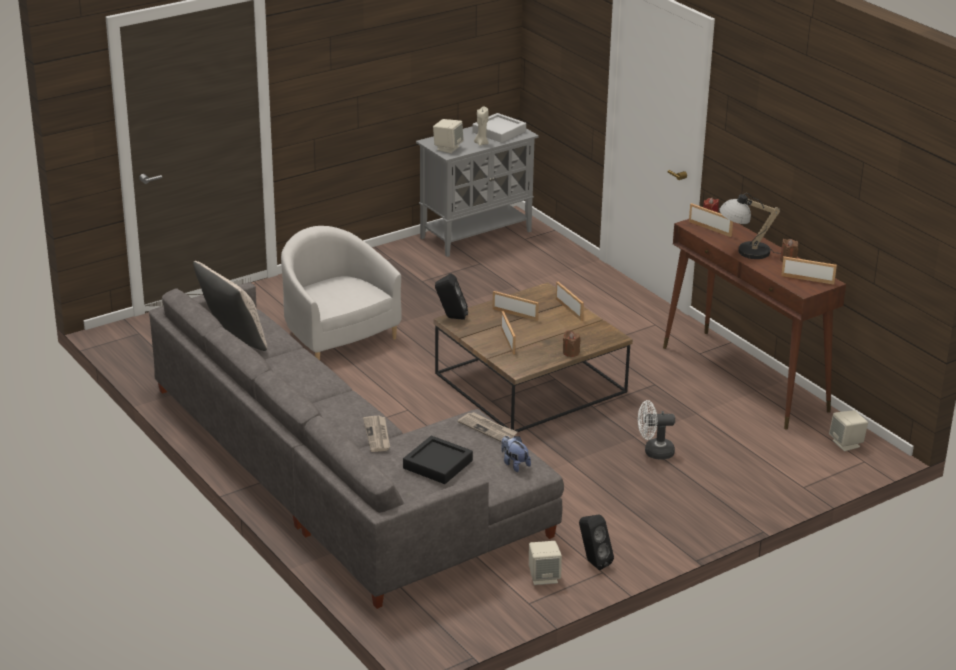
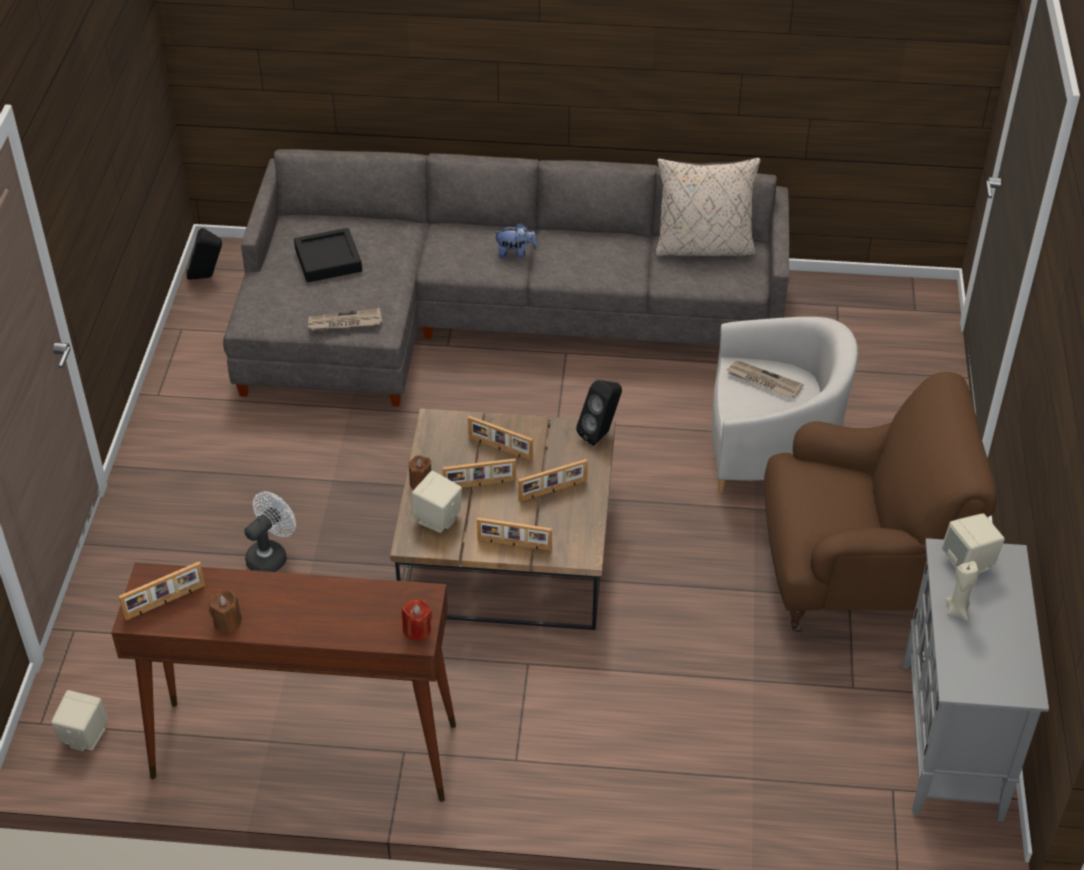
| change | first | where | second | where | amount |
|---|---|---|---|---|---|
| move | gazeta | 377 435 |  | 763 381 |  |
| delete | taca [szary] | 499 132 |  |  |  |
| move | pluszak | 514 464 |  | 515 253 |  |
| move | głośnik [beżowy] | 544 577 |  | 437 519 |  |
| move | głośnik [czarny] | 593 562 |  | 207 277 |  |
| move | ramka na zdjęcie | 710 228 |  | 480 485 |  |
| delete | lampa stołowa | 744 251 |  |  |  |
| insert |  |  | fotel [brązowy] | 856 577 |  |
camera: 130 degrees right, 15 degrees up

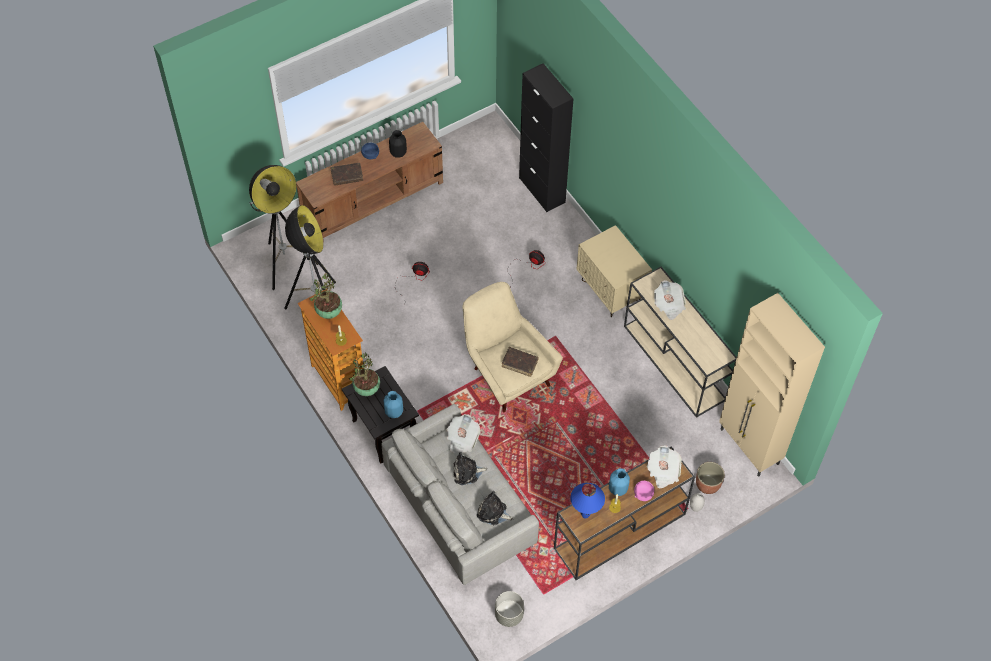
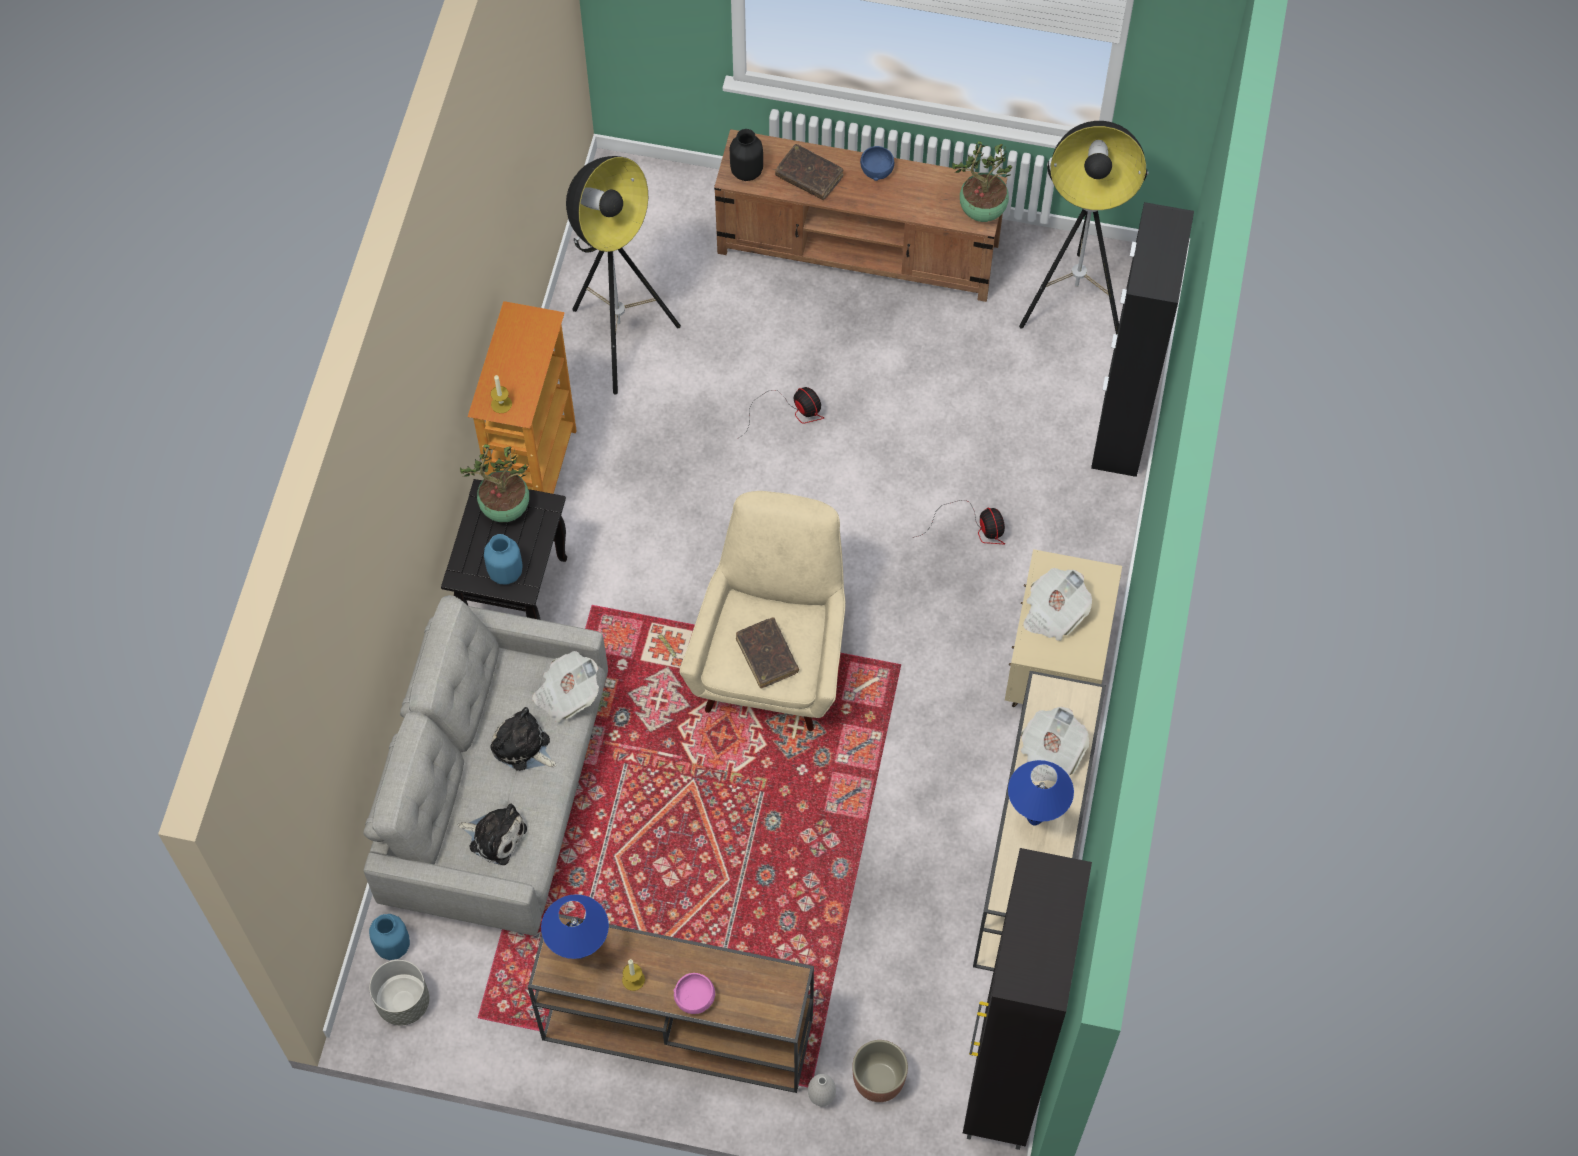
| change | first | where | second | where | amount |
|---|---|---|---|---|---|
| move | lampa stojąca | 286 264 |  | 1073 304 |  |
| move | roślina doniczkowa | 328 313 |  | 981 211 |  |
| move | wazon [czarny] | 398 153 |  | 746 171 |  |
| rotate | pluszak | 493 513 |  | 495 836 | 135 degrees clockwise |
| move | wazon [niebieski] | 618 488 |  | 393 945 |  |
| move | gazeta | 663 472 |  | 1053 613 |  |
| recolor | szafka [beżowy] | 749 447 | szafka [czarny] | 1002 1084 |  |
| insert |  |  | lampa stołowa [niebieski] | 1034 819 |  |
camera: 45 degrees right, 5 degrees up

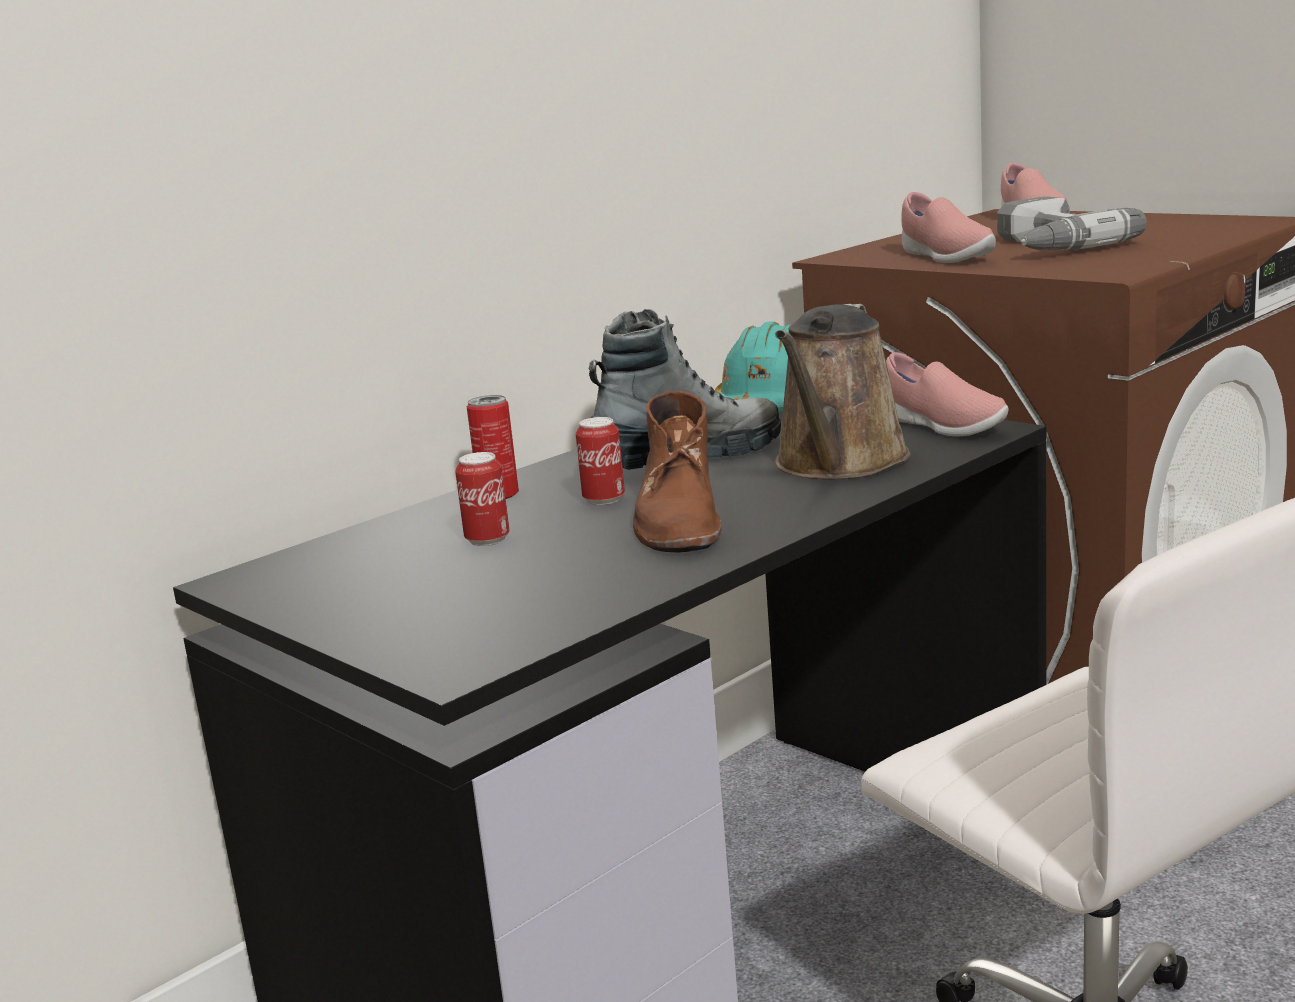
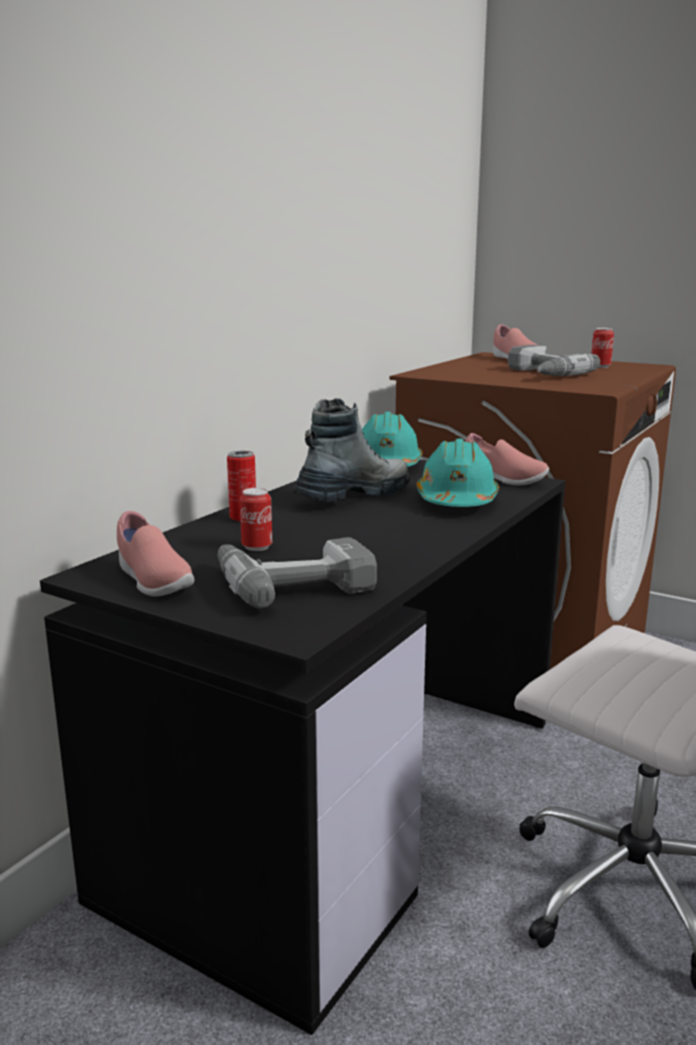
| change | first | where | second | where | amount |
|---|---|---|---|---|---|
| move | puszka | 604 500 |  | 600 366 |  |
| delete | but z cholewką [brązowy] | 679 519 |  |  |  |
| replace | konewka [brązowy] | 838 464 | kask [turkusowy] | 456 501 |  |
| move | but [różowy] | 944 257 |  | 152 581 |  |
| insert |  |  | wiertarka | 291 581 |  |
camera: 15 degrees left, 0 degrees up

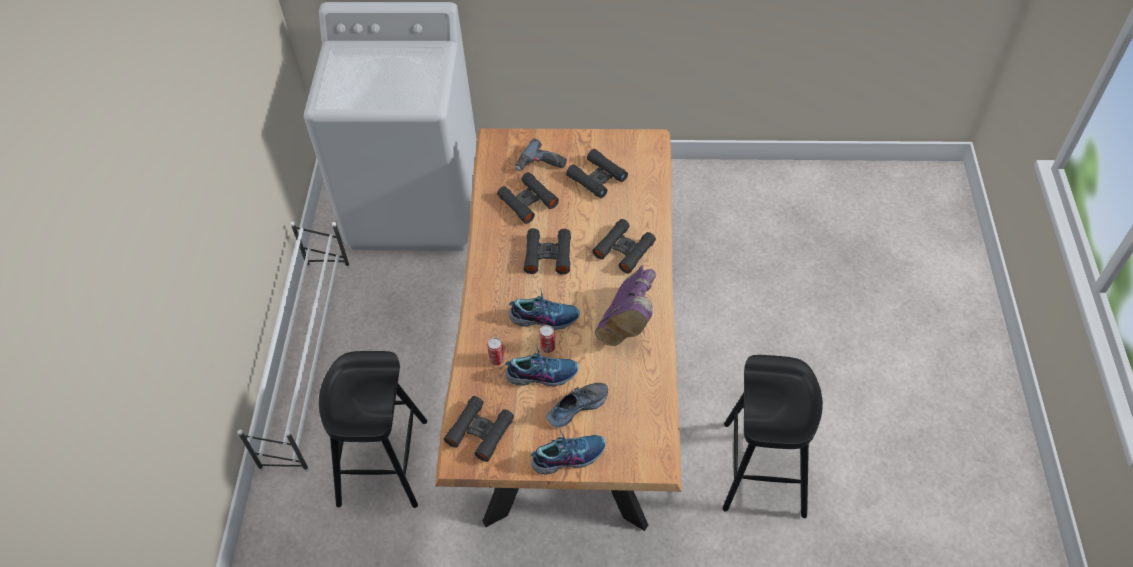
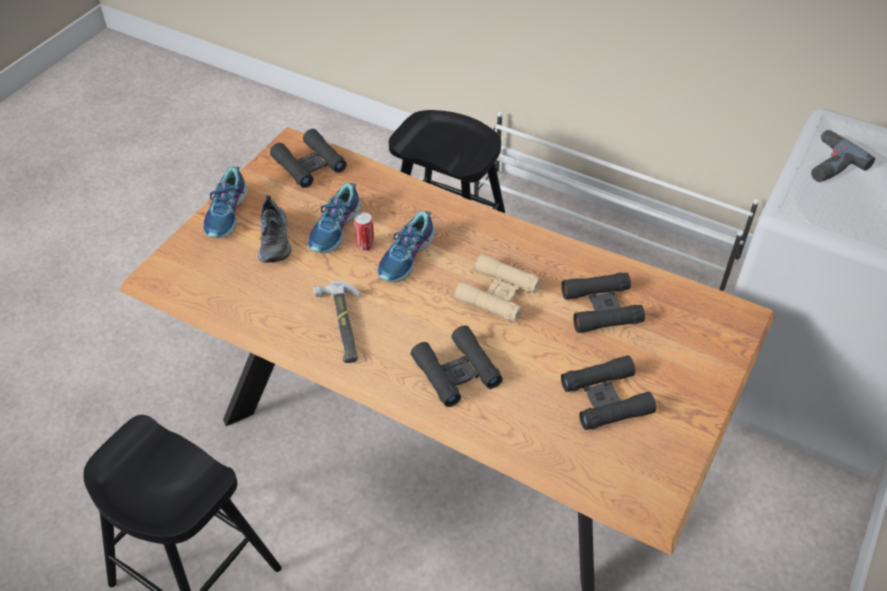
| change | first | where | second | where | amount |
|---|---|---|---|---|---|
| delete | puszka | 497 360 |  |  |  |
| move | wiertarka | 541 165 |  | 827 163 |  |
| recolor | lornetka [czarny] | 548 255 | lornetka [beżowy] | 497 294 |  |
| replace | but z cholewką [fioletowy] | 627 324 | młotek | 342 325 |  |
camera: 115 degrees right, 5 degrees down

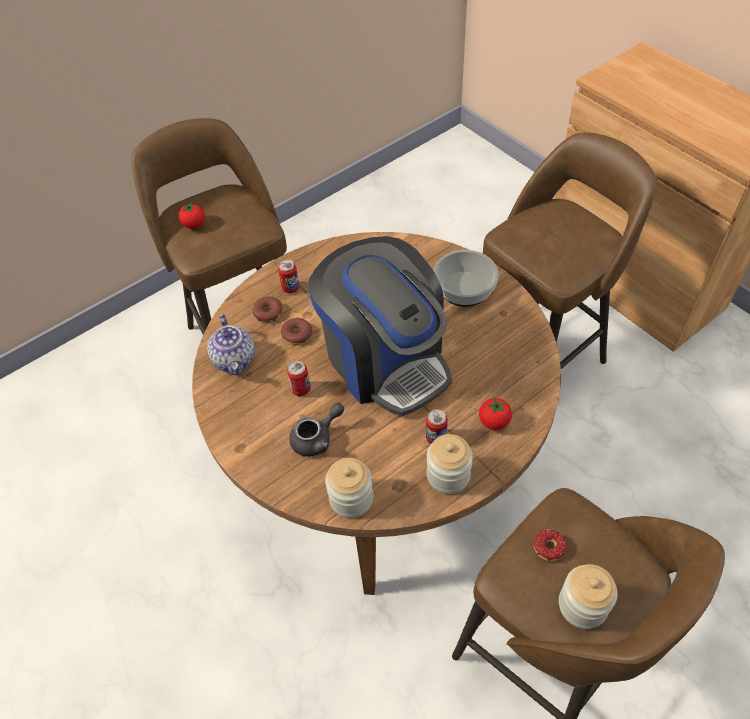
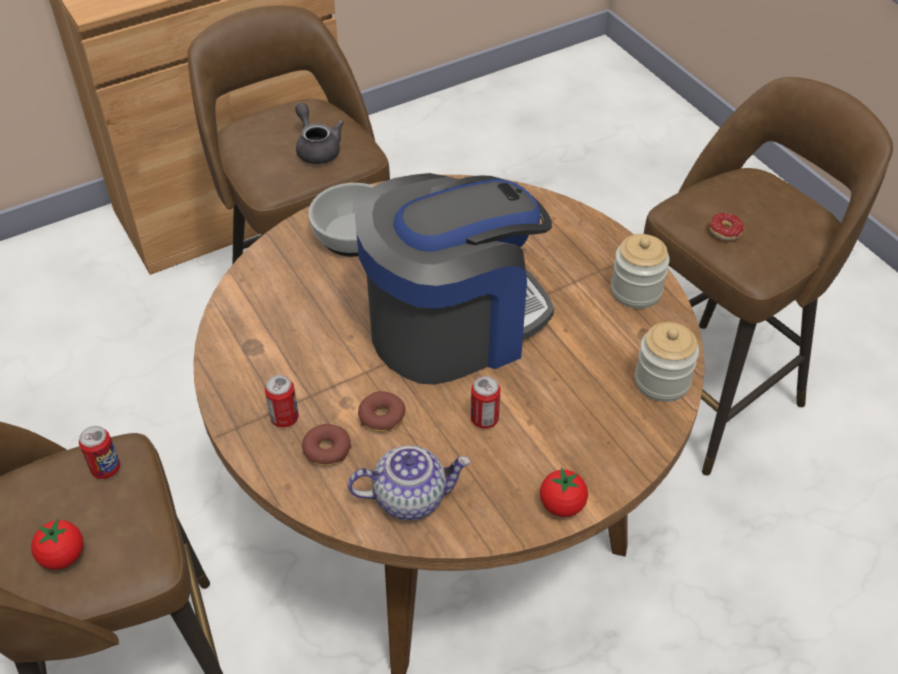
| change | first | where | second | where | amount |
|---|---|---|---|---|---|
| move | imbryk [szary] | 317 438 |  | 317 148 |  |
| move | puszka | 436 438 |  | 106 469 |  |
| move | pomidor | 494 421 |  | 562 505 |  |
| delete | słoik | 582 605 |  |  |  |
camera: 85 degrees left, 5 degrees down

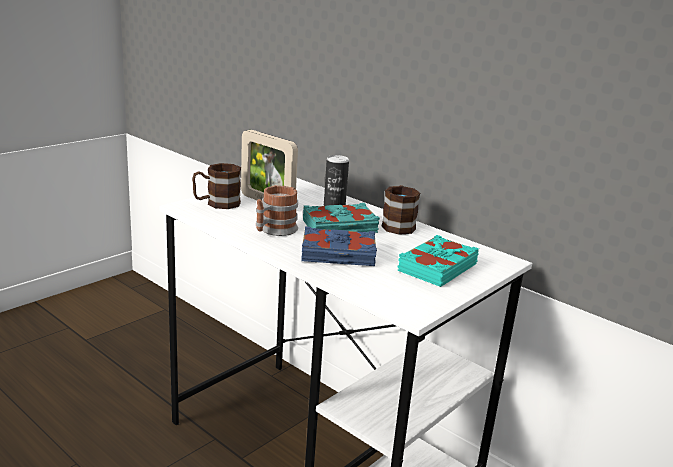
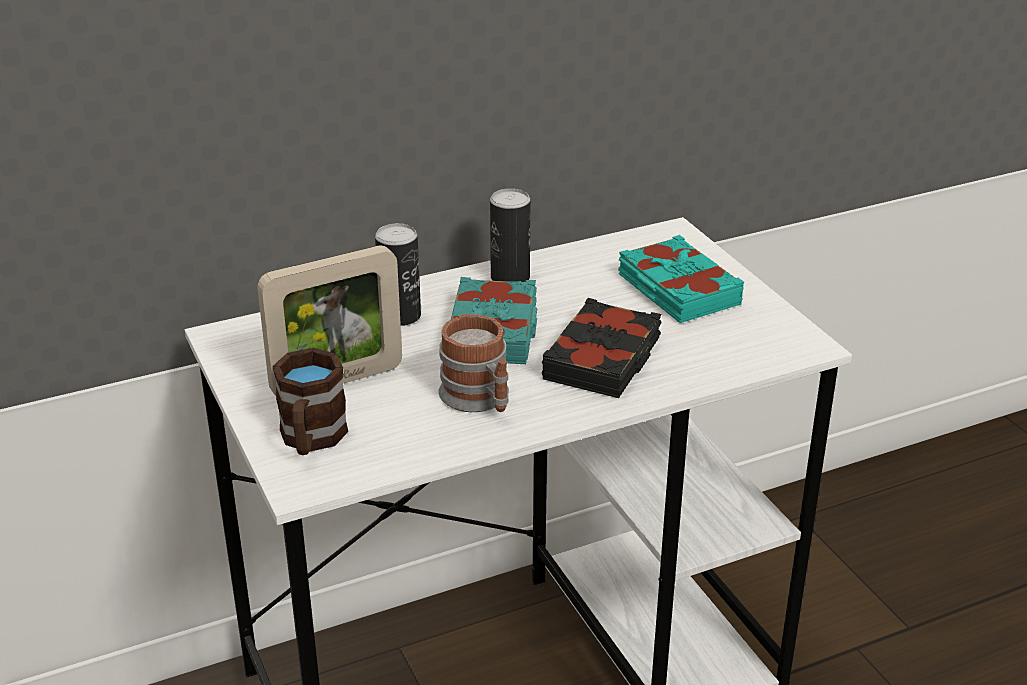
| change | first | where | second | where | amount |
|---|---|---|---|---|---|
| recolor | książka [niebieski] | 338 254 | książka [czarny] | 604 359 |  |
| replace | kubek [brązowy] | 398 225 | puszka | 510 278 |  |
camera: 65 degrees left, 10 degrees up

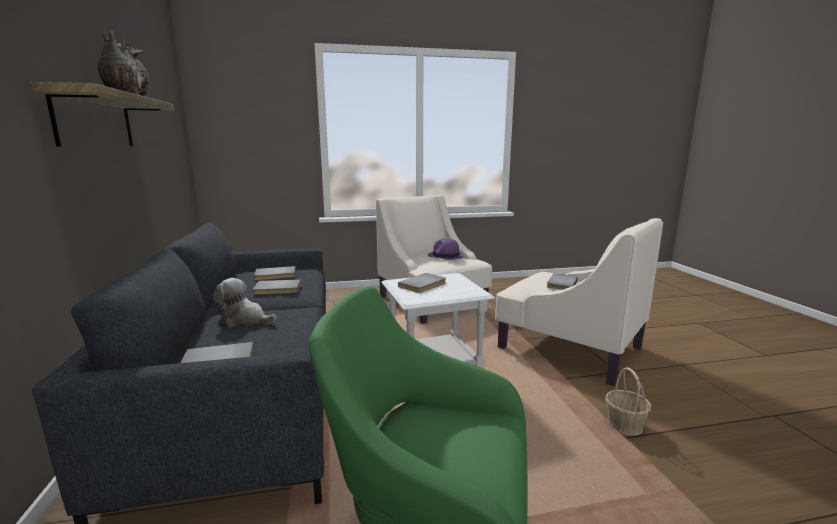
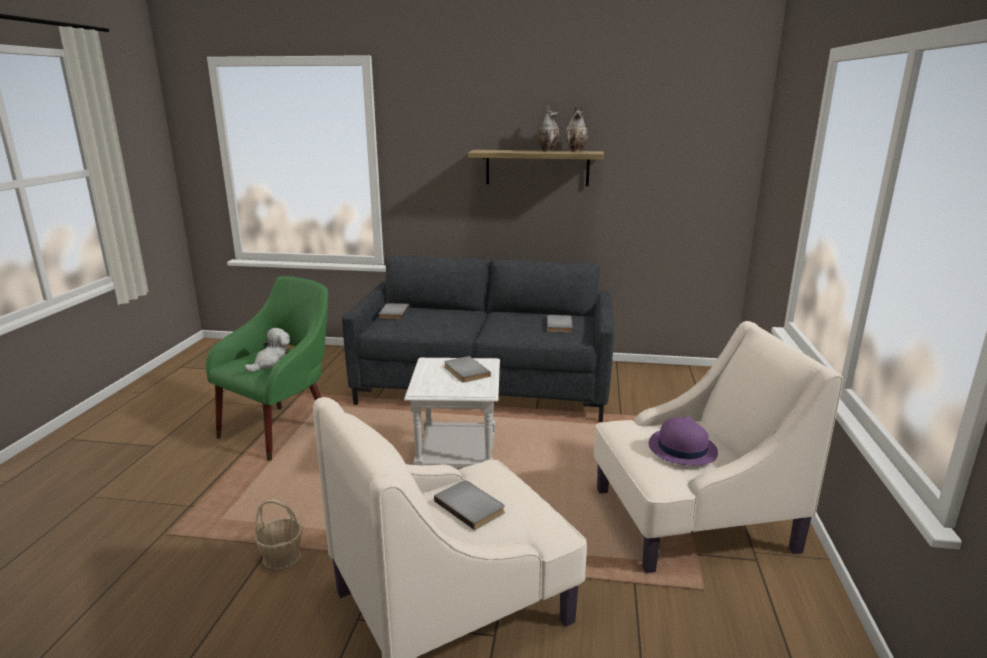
| change | first | where | second | where | amount |
|---|---|---|---|---|---|
| move | pluszak | 244 320 |  | 272 363 |  |
| delete | książka [szary] | 277 289 |  |  |  |
camera: 110 degrees right, 5 degrees up

